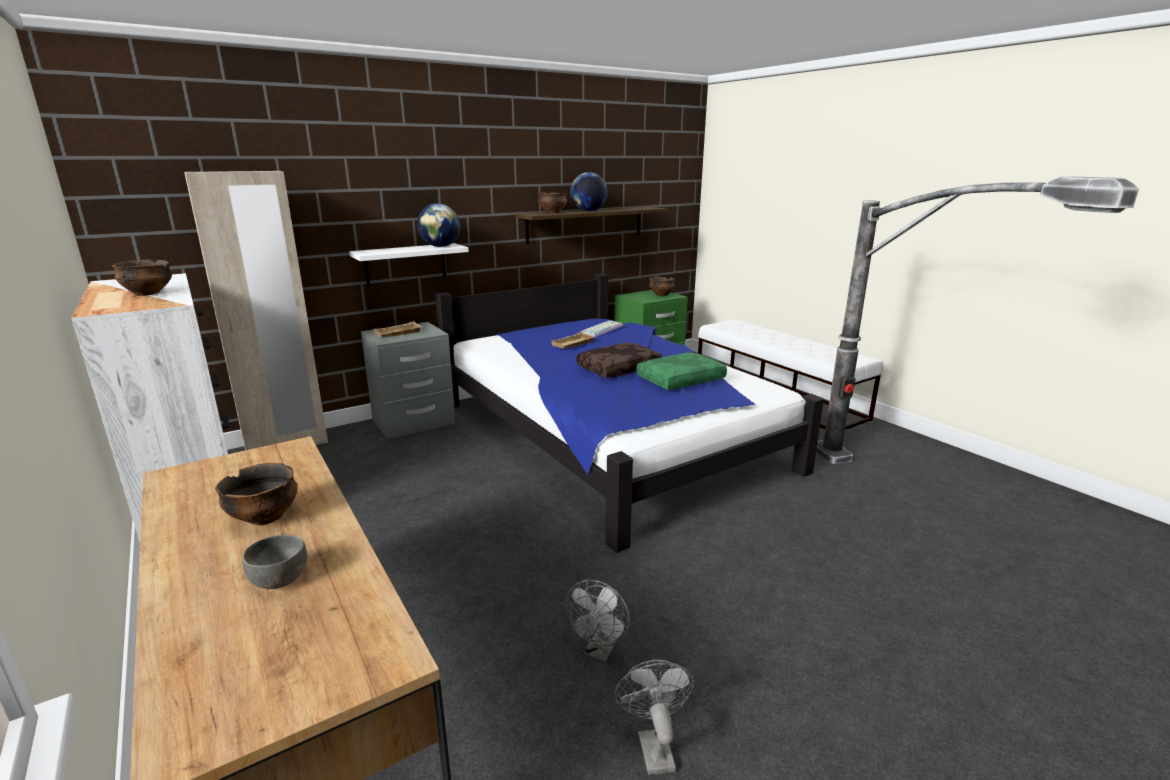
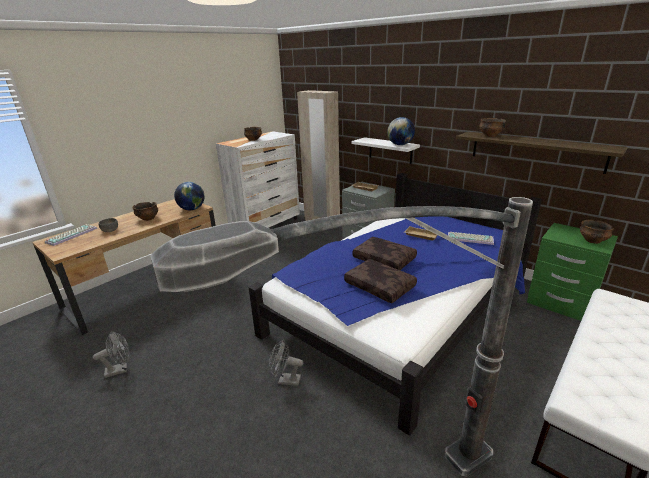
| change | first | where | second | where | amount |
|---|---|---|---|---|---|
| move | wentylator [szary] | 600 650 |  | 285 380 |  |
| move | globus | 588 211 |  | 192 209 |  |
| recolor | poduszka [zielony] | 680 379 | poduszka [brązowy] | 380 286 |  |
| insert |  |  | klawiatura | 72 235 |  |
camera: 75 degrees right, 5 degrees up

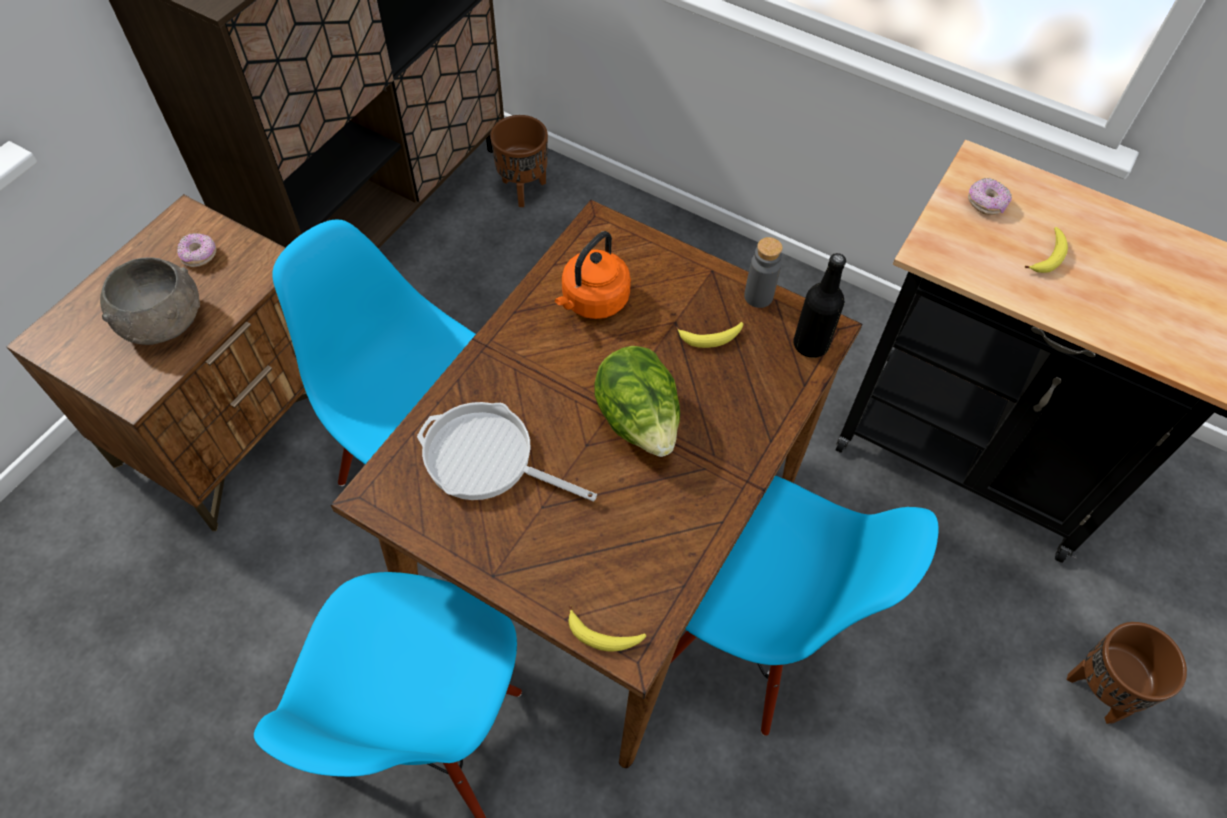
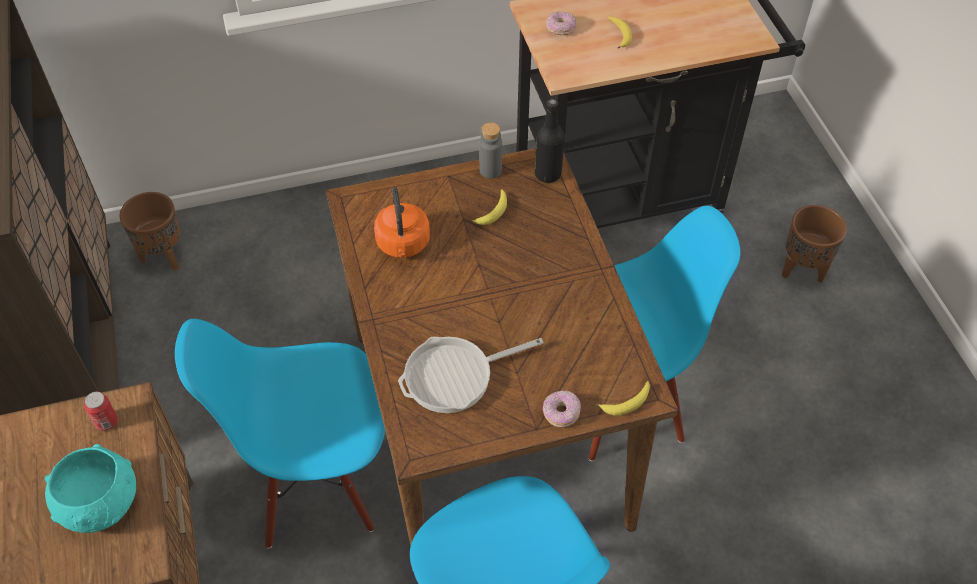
| change | first | where | second | where | amount |
|---|---|---|---|---|---|
| recolor | miska [szary] | 164 322 | miska [turkusowy] | 101 503 |  |
| move | donut | 200 256 |  | 561 413 |  |
| delete | sałata | 638 421 |  |  |  |
| insert |  |  | puszka | 106 422 |  |
camera: 45 degrees left, 5 degrees down

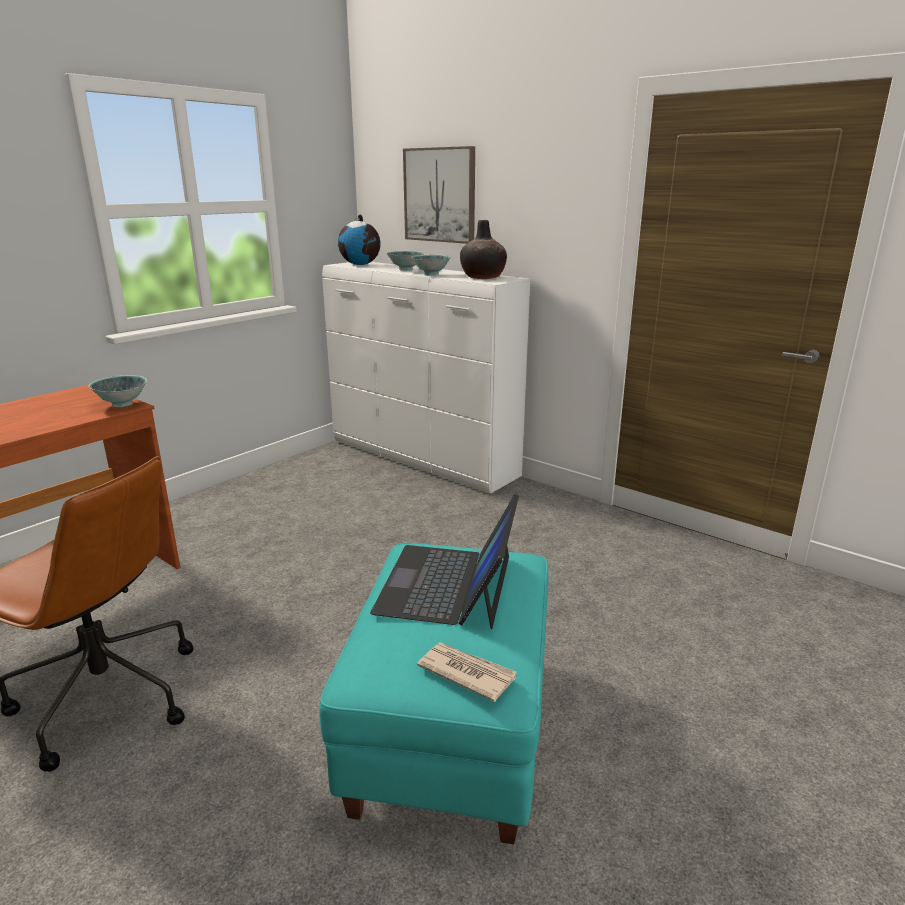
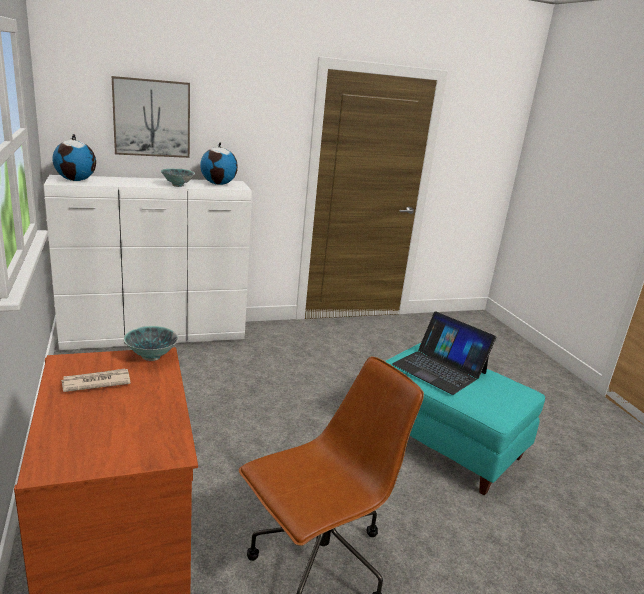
| change | first | where | second | where | amount |
|---|---|---|---|---|---|
| delete | miska | 405 269 |  |  |  |
| move | gazeta | 466 672 |  | 95 382 |  |
| replace | wazon | 483 277 | globus | 219 184 |  |
camera: 60 degrees left, 0 degrees up

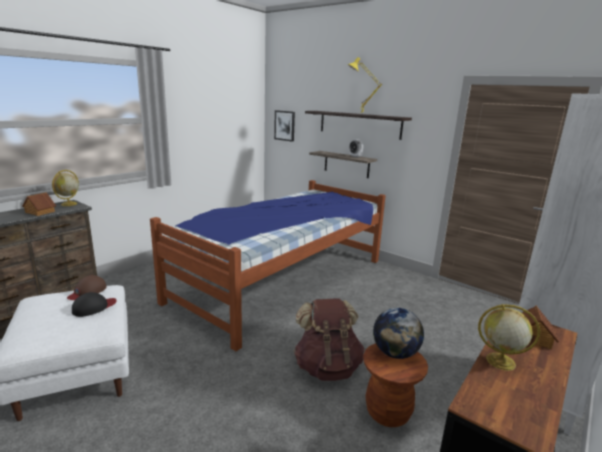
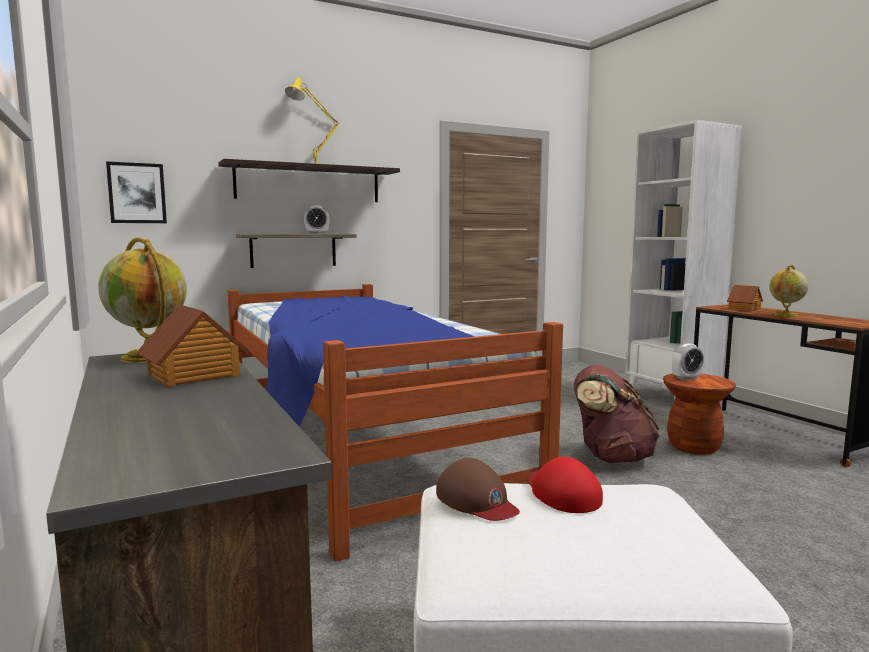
| change | first | where | second | where | amount |
|---|---|---|---|---|---|
| recolor | czapka z daszkiem [czarny] | 94 307 | czapka z daszkiem [czerwony] | 561 493 |  |
| replace | globus | 395 353 | budzik | 686 378 |  |
camera: 65 degrees left, 10 degrees down

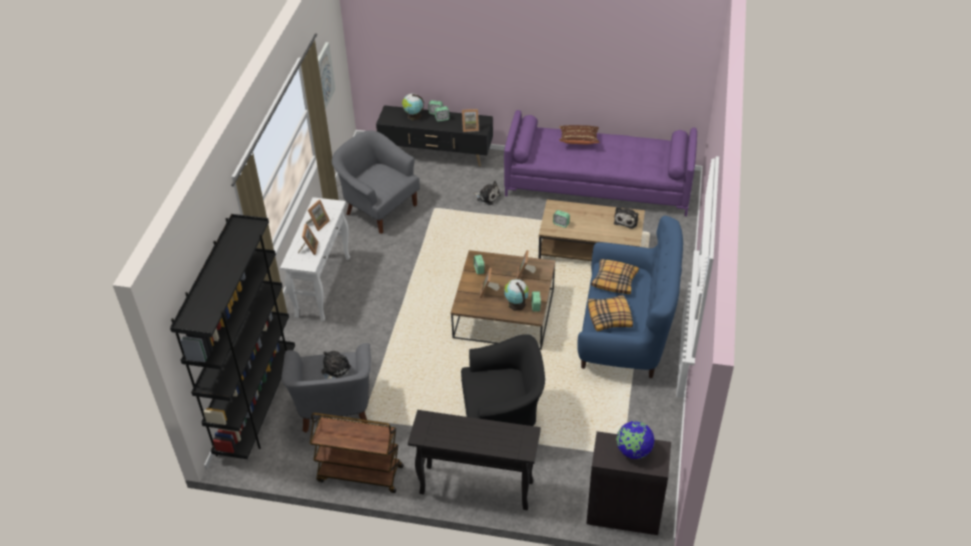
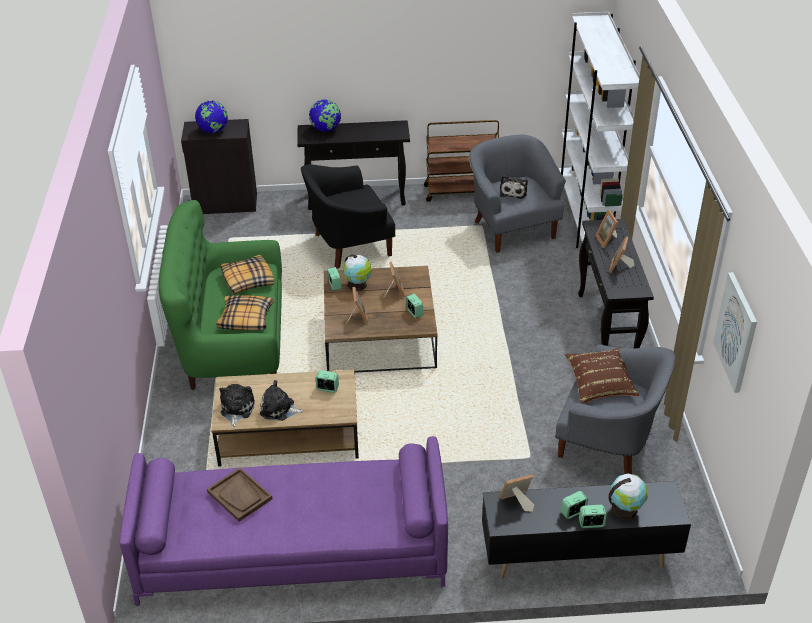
| change | first | where | second | where | amount |
|---|---|---|---|---|---|
| recolor | regał [czarny] | 257 406 | regał [biały] | 587 218 |  |
| recolor | stolik konsolowy [biały] | 323 286 | stolik konsolowy [czarny] | 607 329 |  |
| move | pluszak | 487 197 |  | 279 409 |  |
| move | poduszka [brązowy] | 579 141 |  | 600 384 |  |
| recolor | kanapa [niebieski] | 626 332 | kanapa [zielony] | 232 341 |  |
| insert |  |  | taca [brązowy] | 240 495 |  |
| insert |  |  | globus | 326 129 |  |
camera: 165 degrees right, 5 degrees down

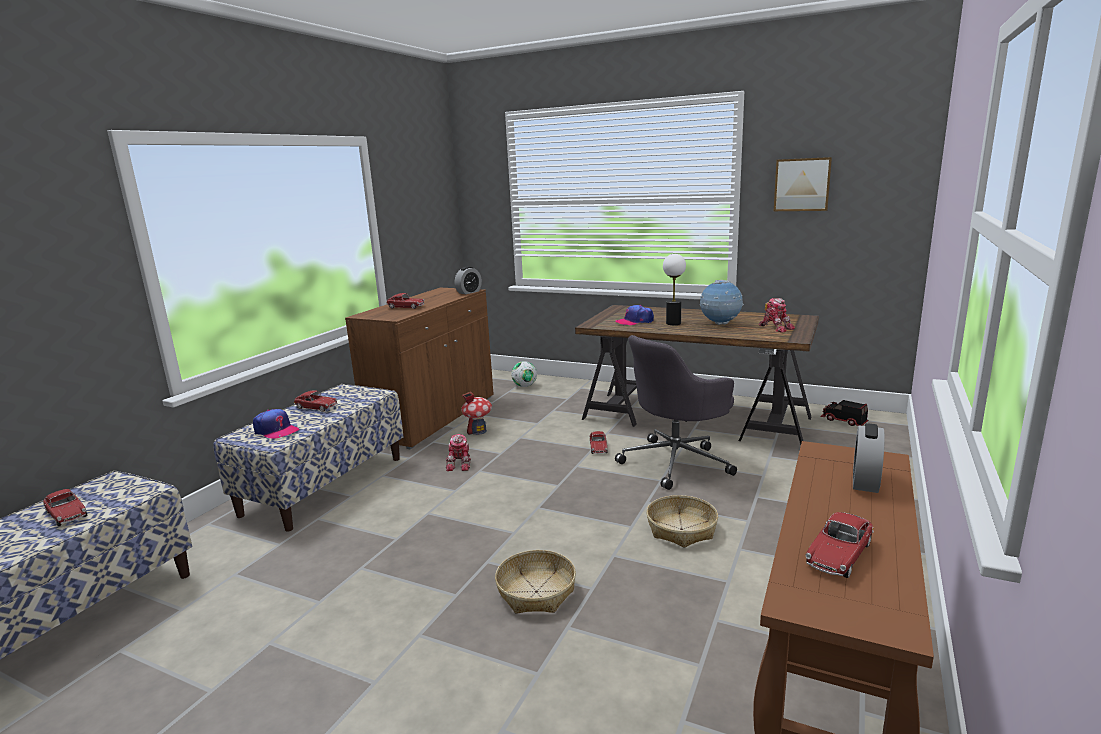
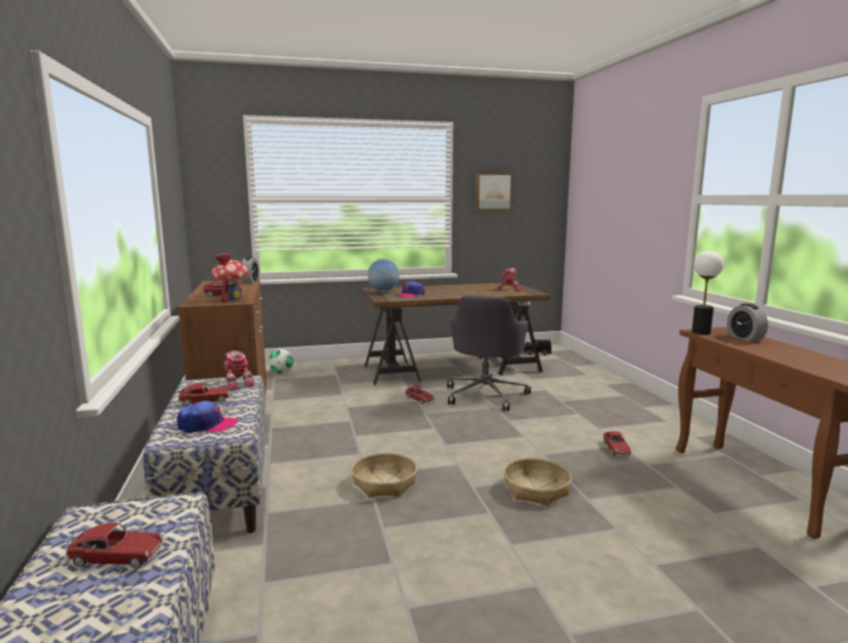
| change | first | where | second | where | amount |
|---|---|---|---|---|---|
| move | robot zabawkowy | 461 464 |  | 238 383 |  |
| move | domek | 478 431 |  | 232 299 |  |
| move | koszyk | 681 529 |  | 384 483 |  |
| move | lampa stołowa | 673 323 |  | 700 332 |  |
| move | globus | 720 324 |  | 383 292 |  |
| move | samochodzik | 839 554 |  | 616 449 |  |
camera: 40 degrees left, 5 degrees down

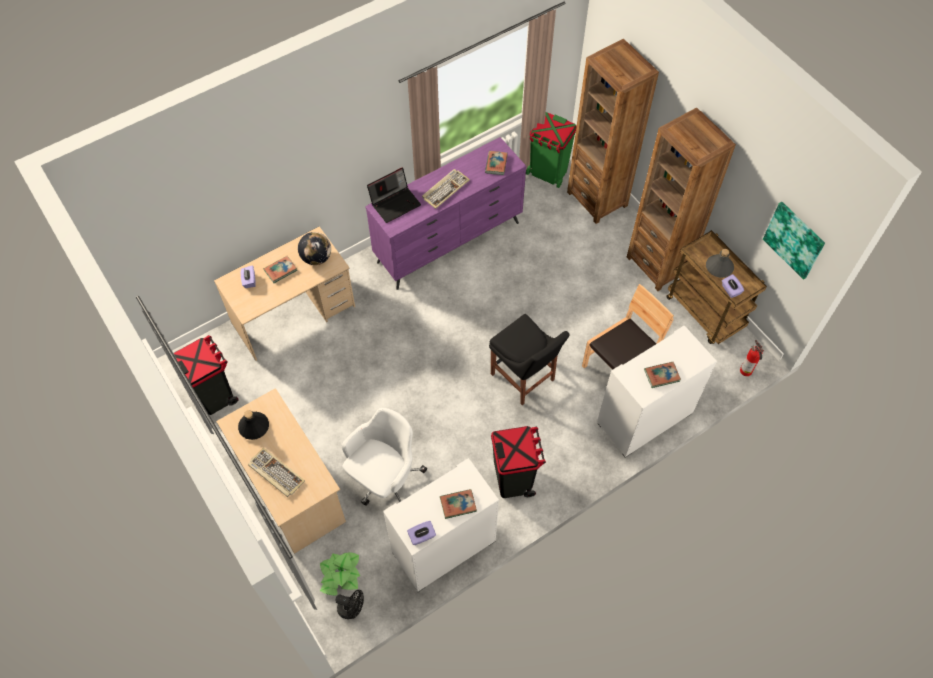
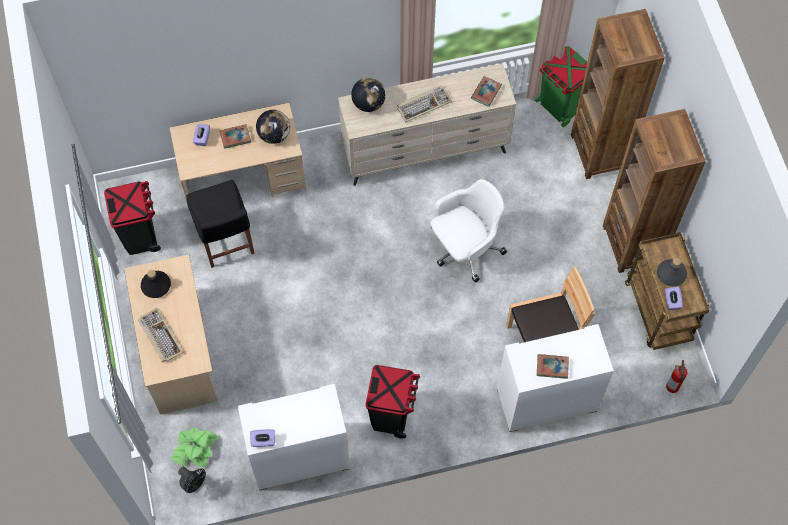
| change | first | where | second | where | amount |
|---|---|---|---|---|---|
| move | krzesło biurowe [biały] | 384 478 |  | 464 248 |  |
| recolor | komoda [fioletowy] | 449 242 | komoda [beżowy] | 425 152 |  |
| replace | laptop | 395 203 | globus | 368 103 |  |
| delete | książka | 458 504 |  |  |  |
| move | krzesło [czarny] | 524 379 |  | 226 243 |  |
| delete | obraz | 794 240 |  |  |  |
camera: 20 degrees right, 5 degrees up

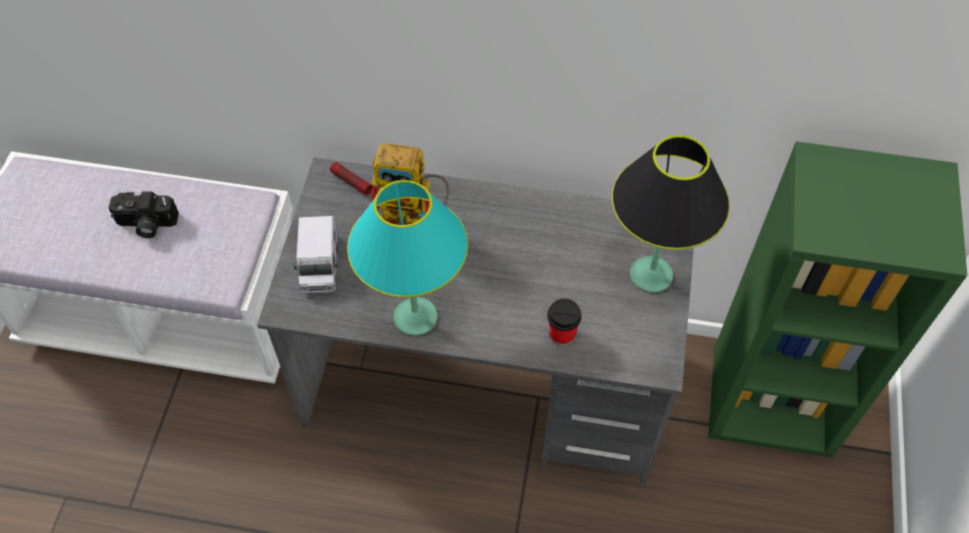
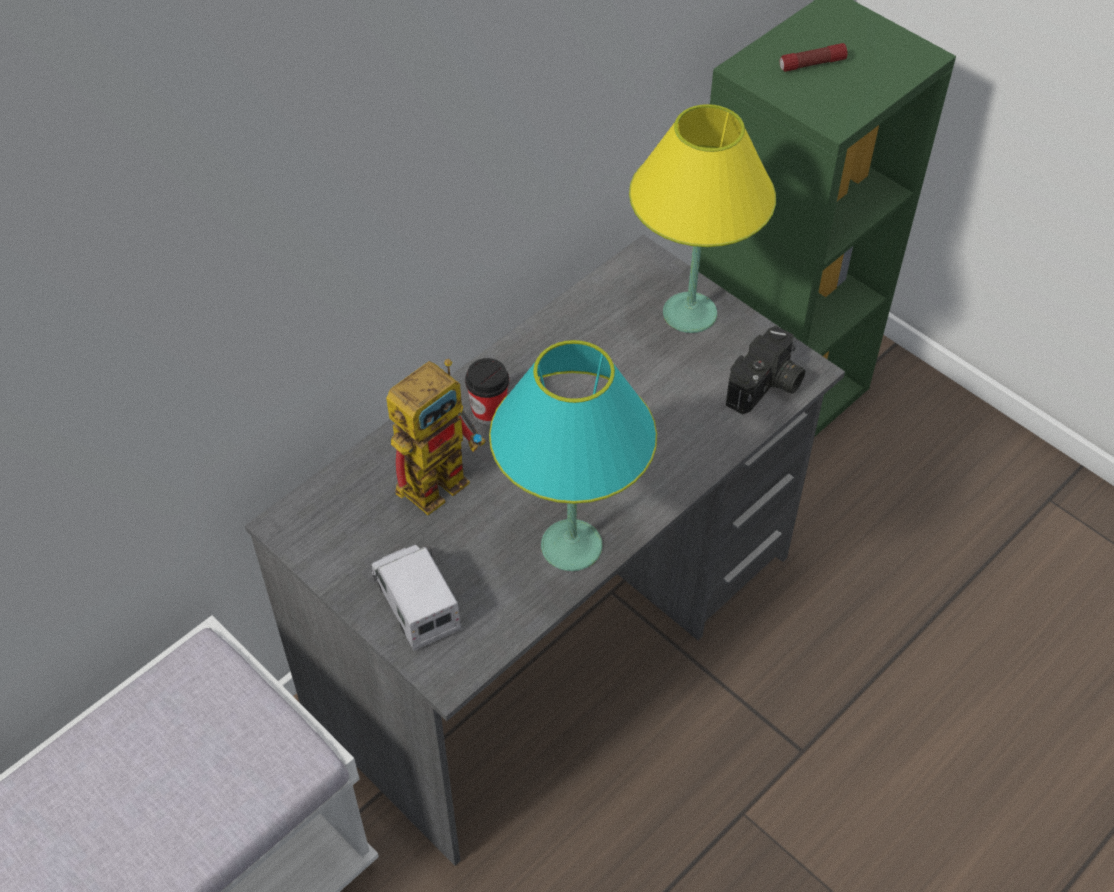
| change | first | where | second | where | amount |
|---|---|---|---|---|---|
| move | aparat fotograficzny | 146 224 |  | 766 387 |  |
| rotate | ciężarówka zabawkowa | 319 265 |  | 416 603 | 150 degrees counterclockwise |
| move | latarka | 351 182 |  | 812 64 |  |
| move | filiżanka | 561 334 |  | 489 412 |  |
| recolor | lampa stołowa [czarny] | 652 275 | lampa stołowa [żółty] | 690 313 |  |
camera: 55 degrees left, 5 degrees down

